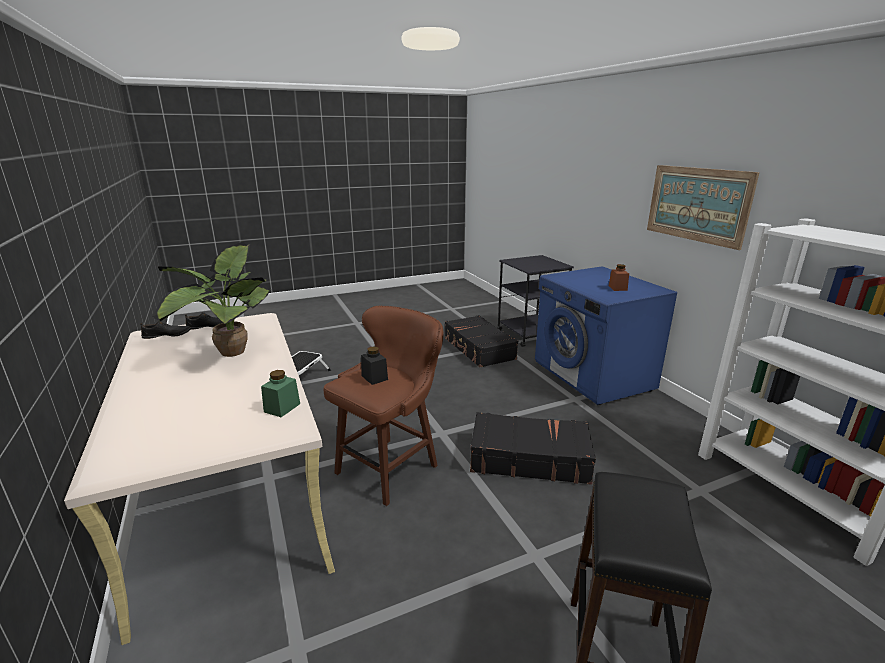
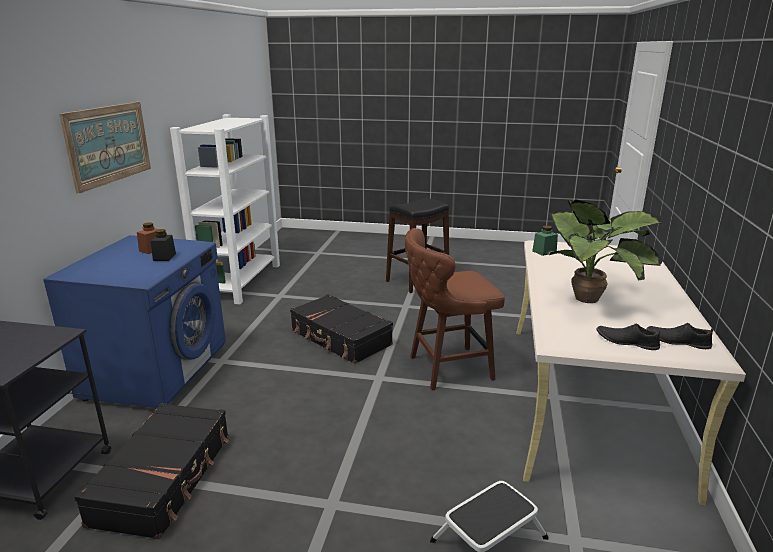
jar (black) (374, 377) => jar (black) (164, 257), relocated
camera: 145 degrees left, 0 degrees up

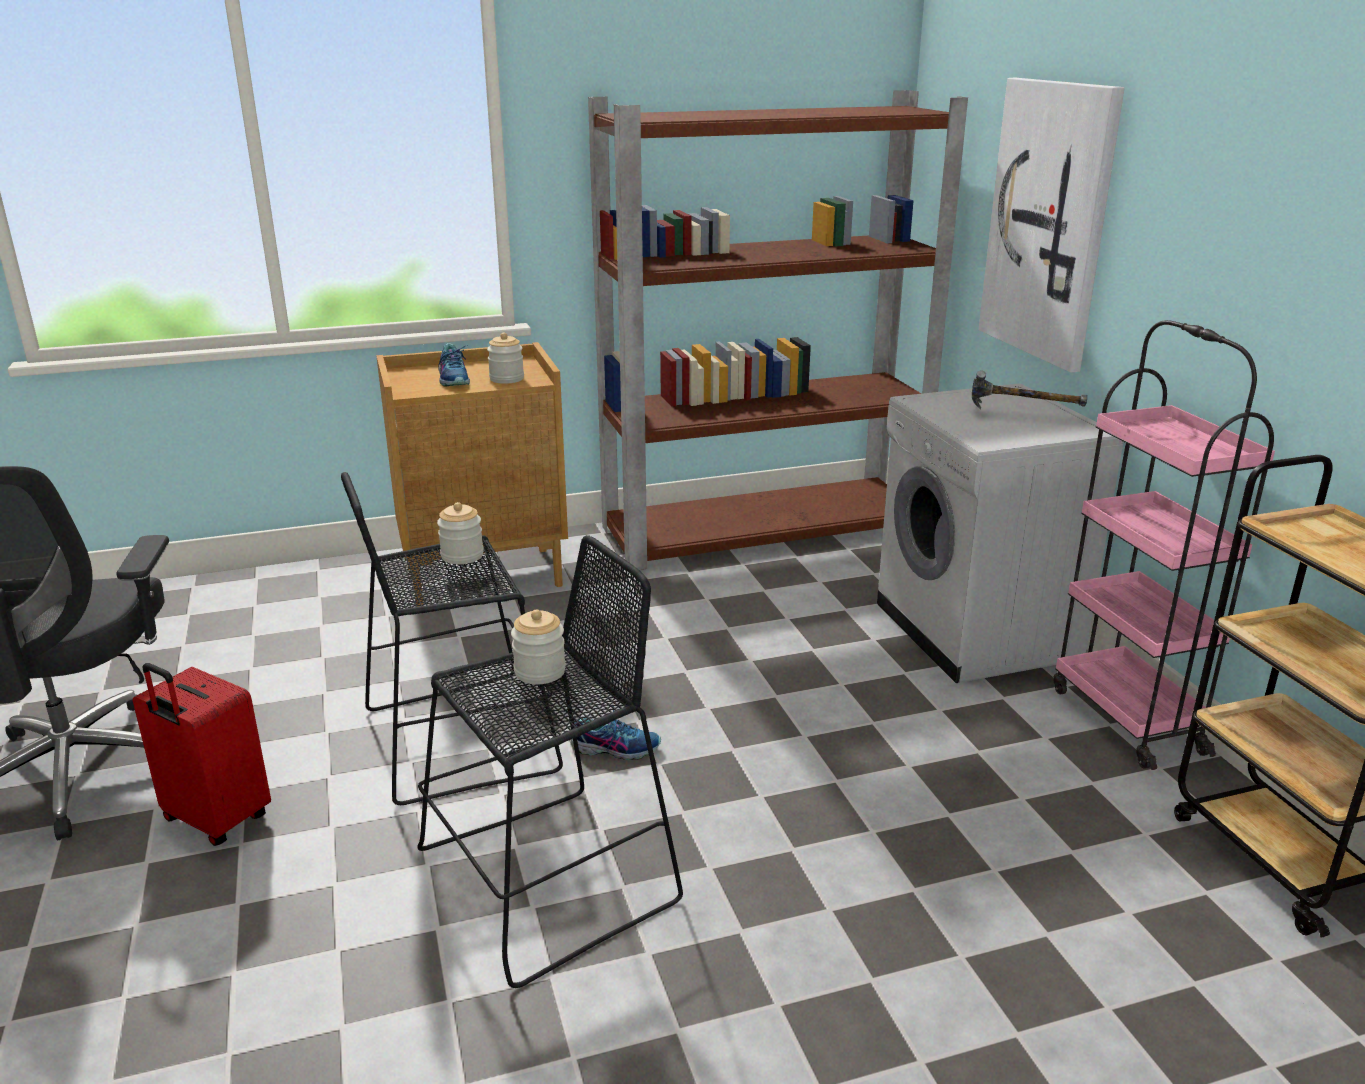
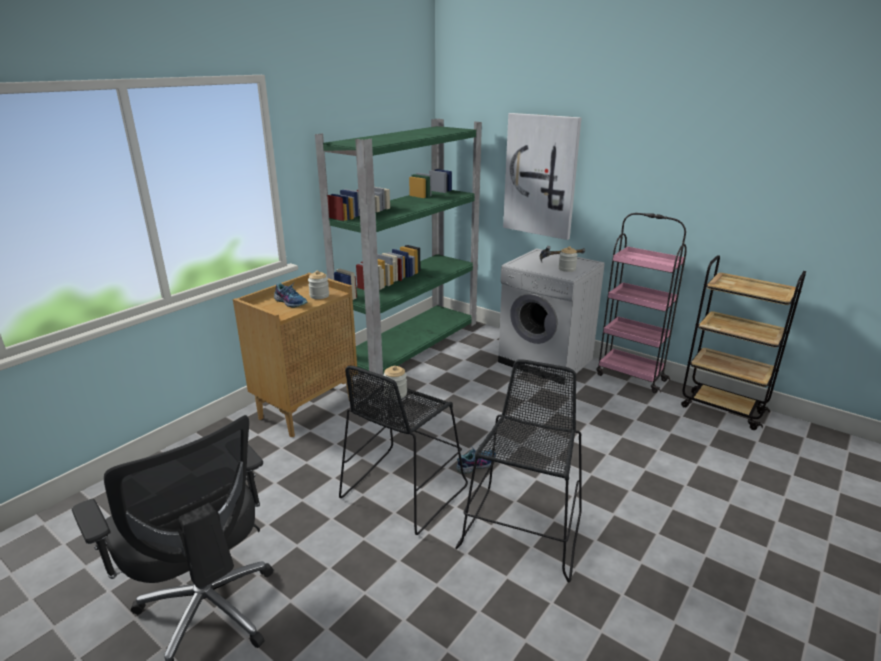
suitcase (red) (215, 820) => nothing
jar (540, 671) => jar (567, 269), relocated
bookcase (brown) (763, 528) => bookcase (green) (410, 342)
camera: 35 degrees left, 0 degrees up

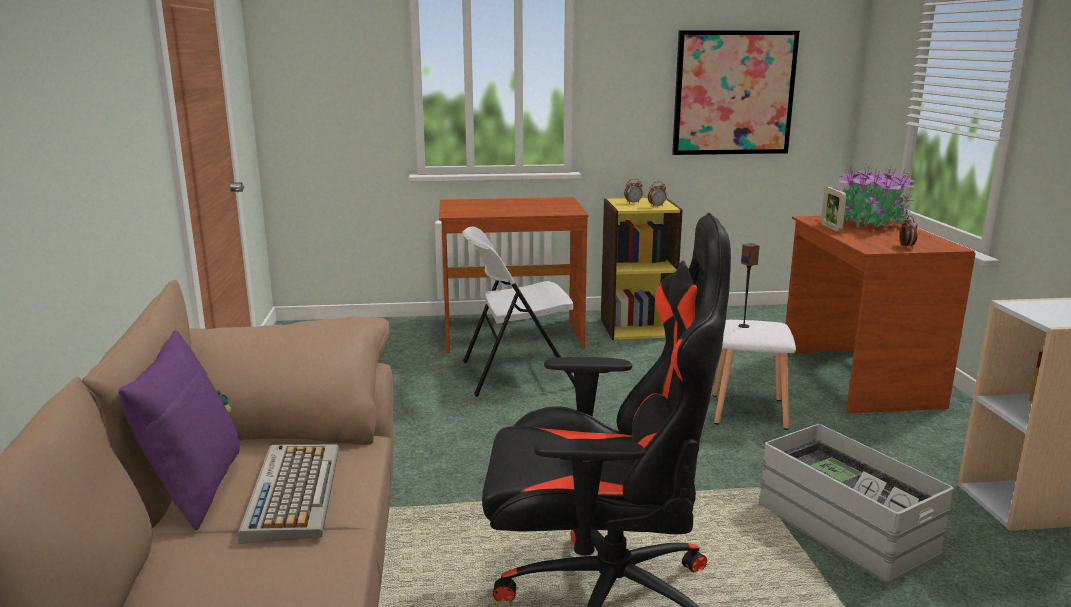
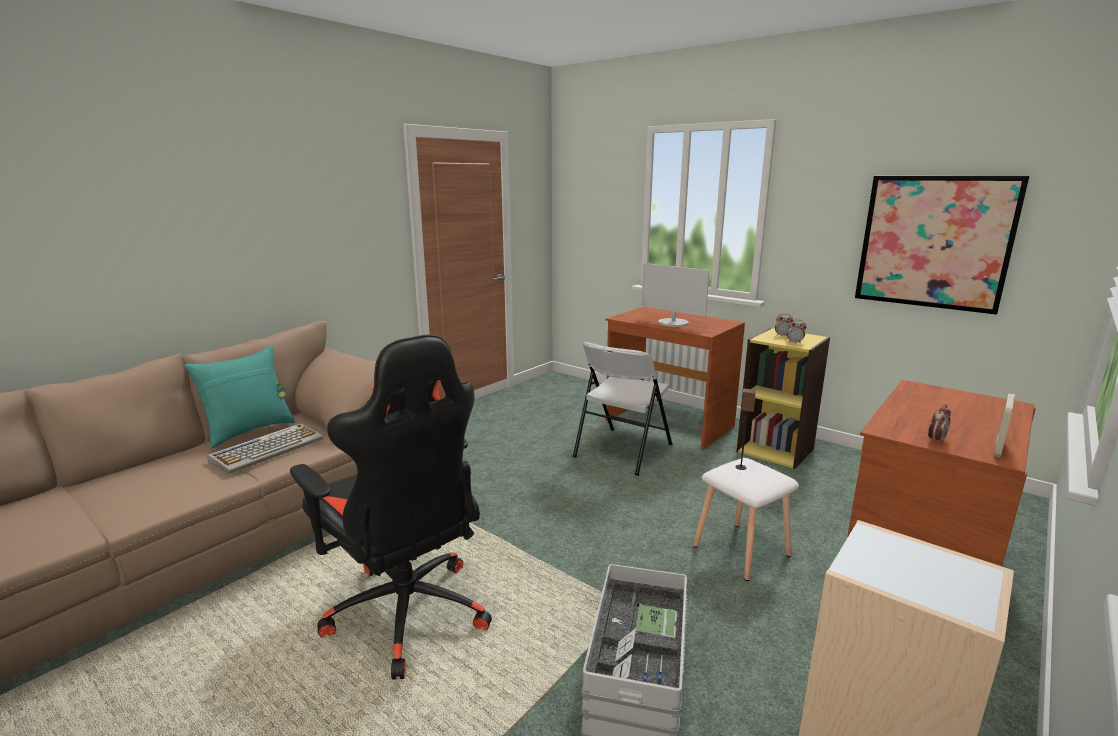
potted plant (867, 223) => nothing
nothing => monitor (673, 323)
picture frame (831, 227) => picture frame (998, 449), relocated
pillow (purple) (196, 490) => pillow (turquoise) (249, 432)
chair (white) (518, 374) => chair (white) (623, 450), 90 degrees counterclockwise
camera: 45 degrees right, 0 degrees up

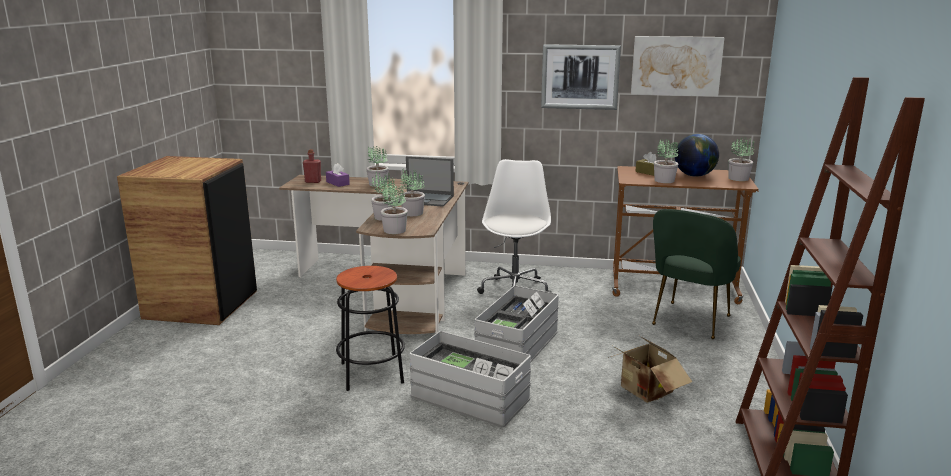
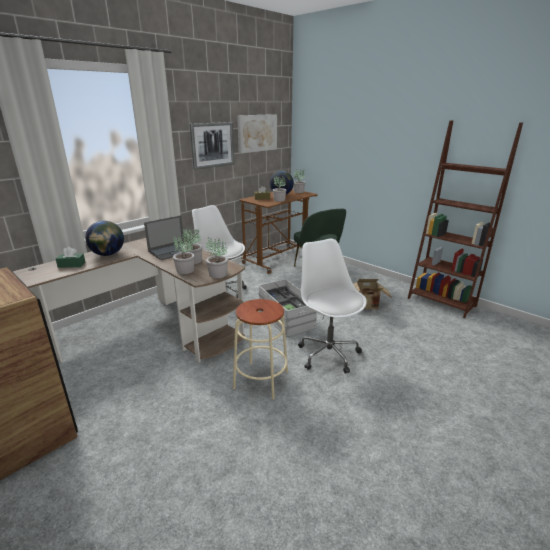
bottle (red) (313, 181) => nothing
potted plant (378, 184) => globe (108, 254)
storage box (grey) (471, 397) => office chair (white) (327, 354)
tissue box (purple) (337, 183) => tissue box (green) (71, 265)
stool (black) (371, 372) => stool (beige) (261, 380)
camera: 55 degrees left, 5 degrees up

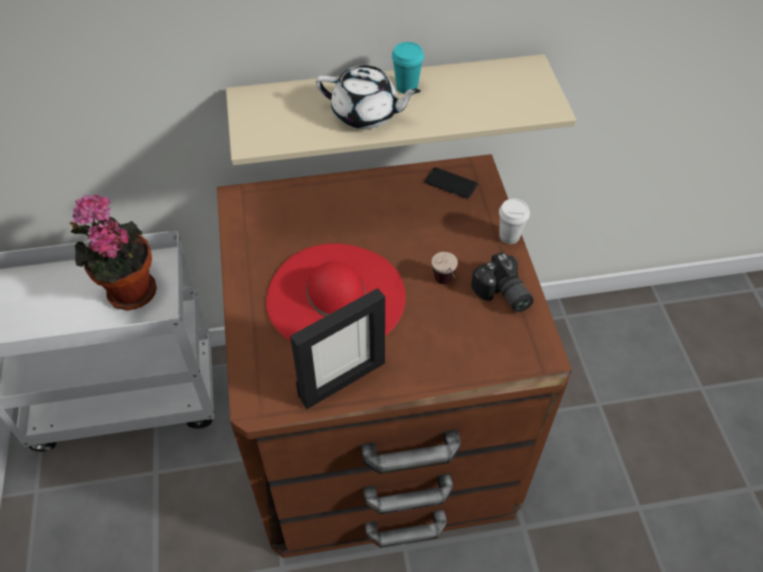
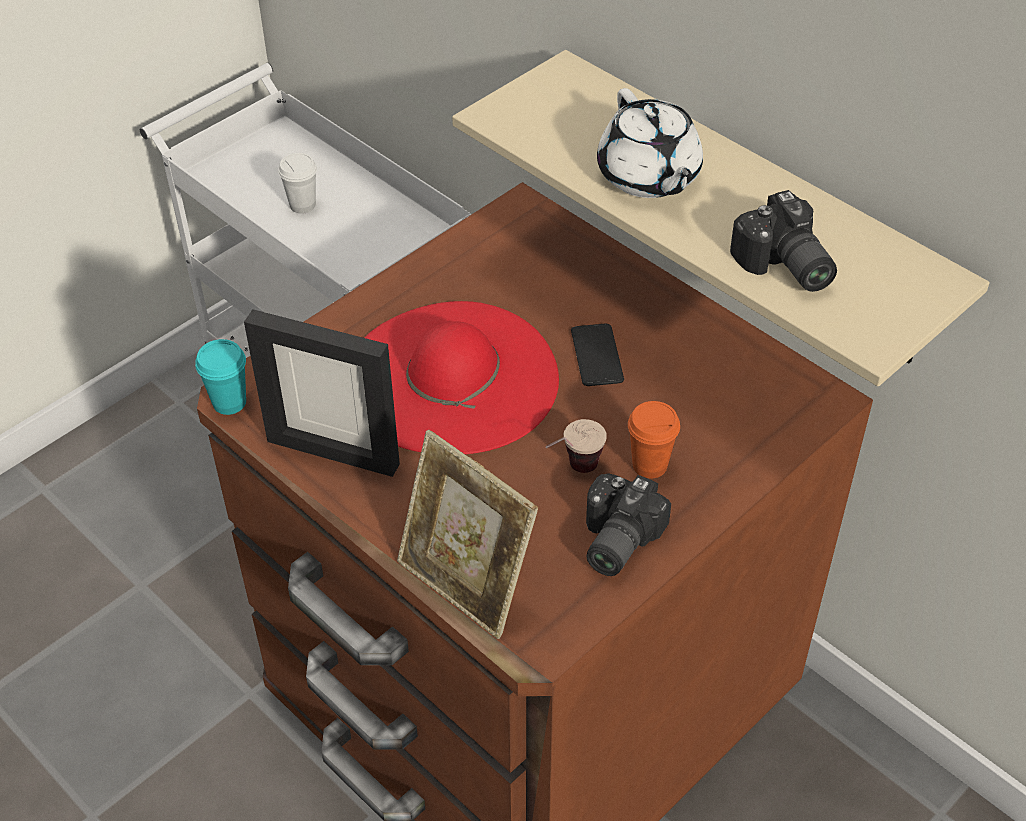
potted plant (128, 290) => nothing
nothing => picture frame (466, 584)
nothing => cup (orange) (650, 465)
nothing => photo camera (783, 267)
cup (turquoise) (406, 87) => cup (turquoise) (229, 402), relocated
phone (451, 183) => phone (597, 356), relocated
cup (white) (509, 236) => cup (white) (302, 205), relocated
camera: 55 degrees right, 5 degrees down

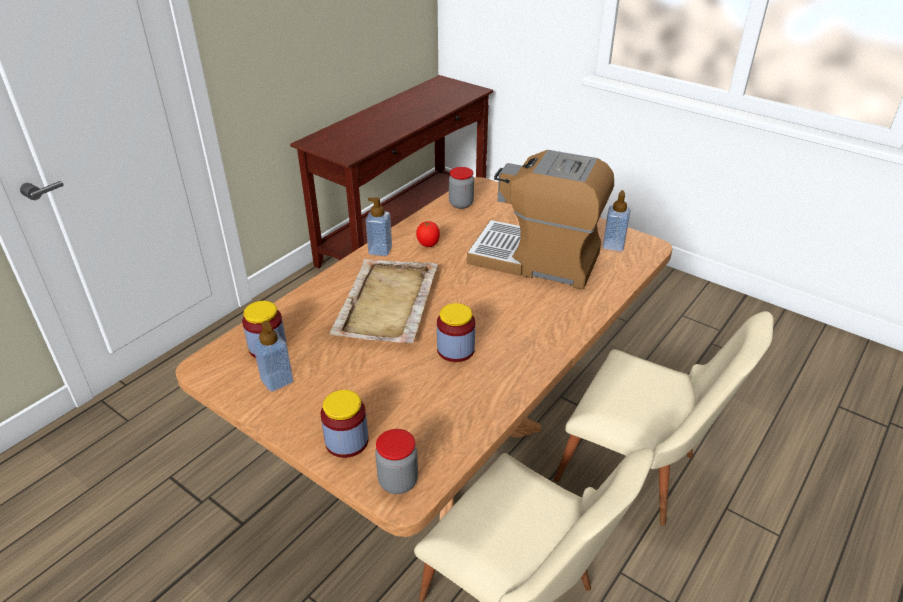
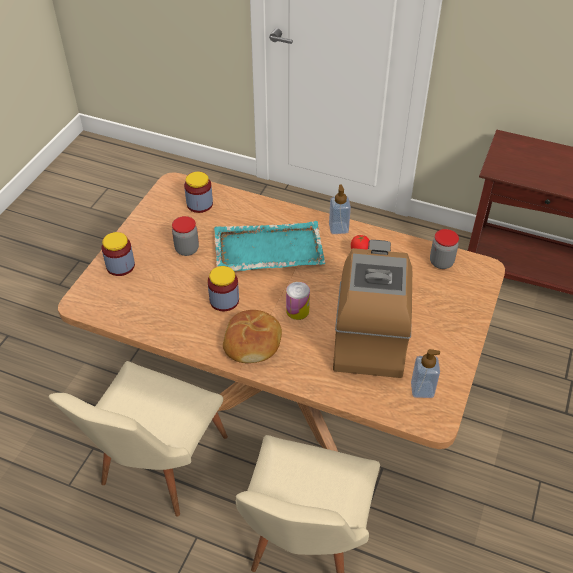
soap dispenser (277, 381) => nothing
nothing => bread (253, 342)
nothing => can (297, 311)
jar (398, 481) => jar (187, 249), relocated
tray (beige) (386, 304) => tray (turquoise) (267, 249)
camera: 75 degrees right, 10 degrees up

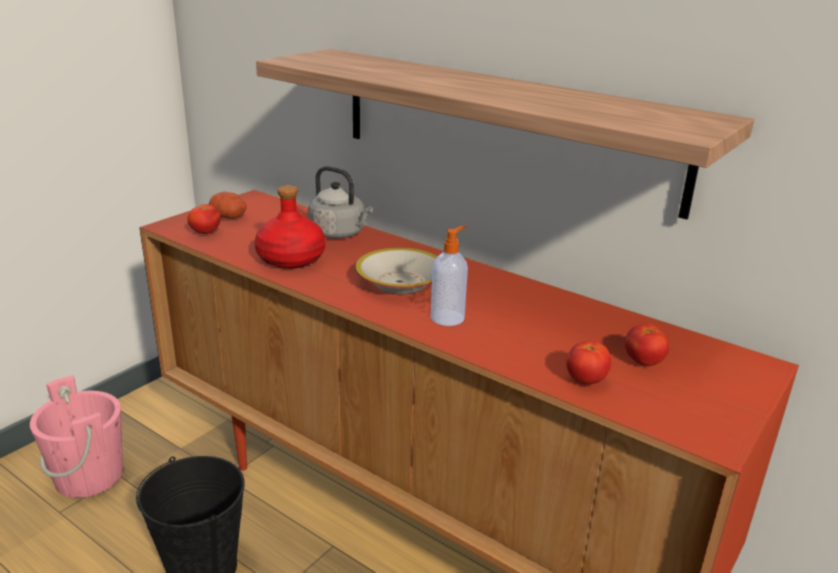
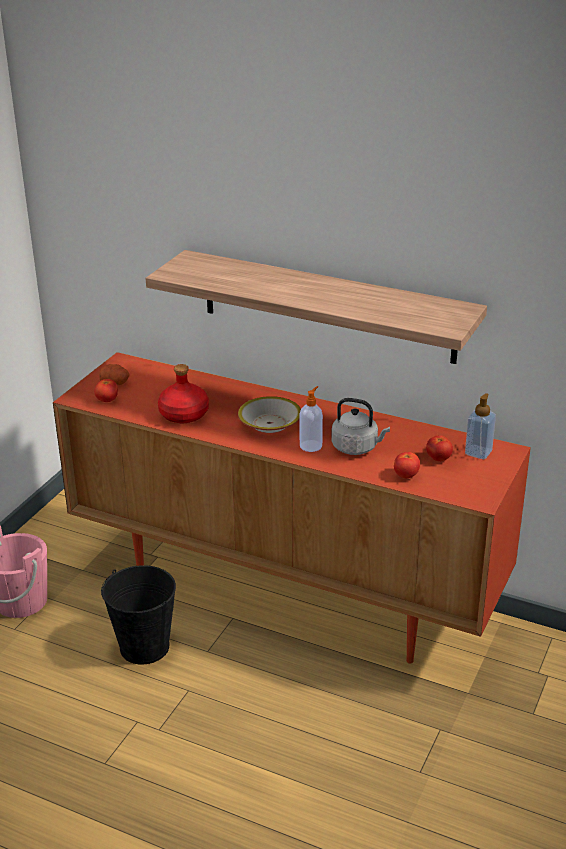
nothing => soap dispenser (478, 452)
kettle (grey) (339, 234) => kettle (grey) (357, 447), relocated
camera: 10 degrees left, 5 degrees up

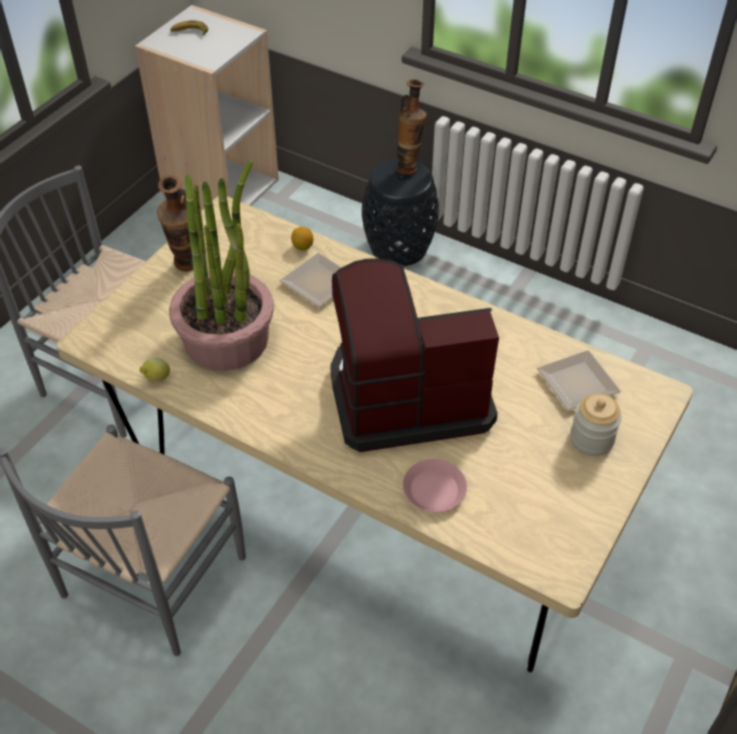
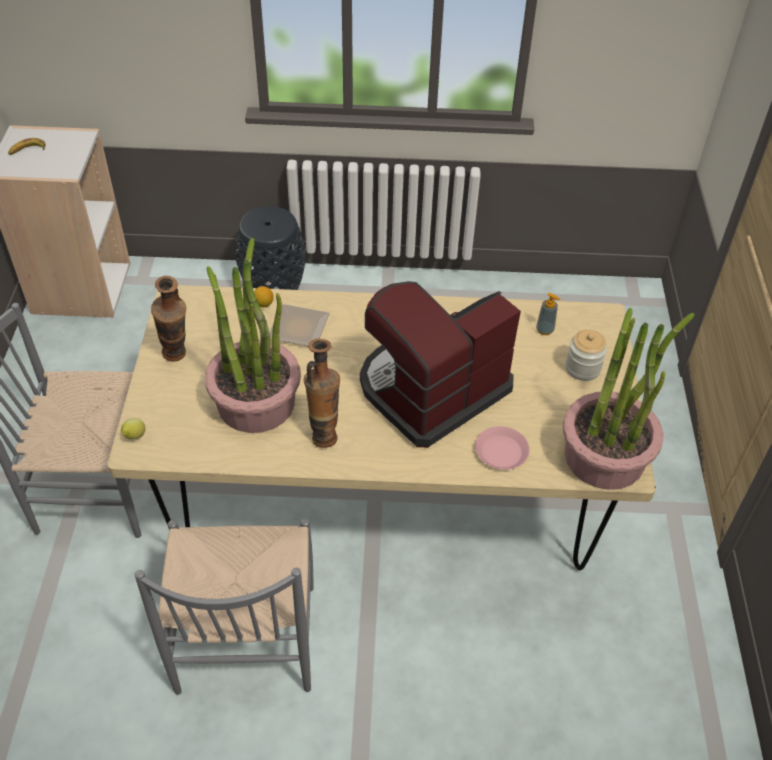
nothing => potted plant (605, 456)
lemon (156, 378) => lemon (134, 437), relocated
vase (409, 167) => vase (324, 433), relocated
plate (578, 381) => soap dispenser (545, 330)
camera: 30 degrees left, 0 degrees up

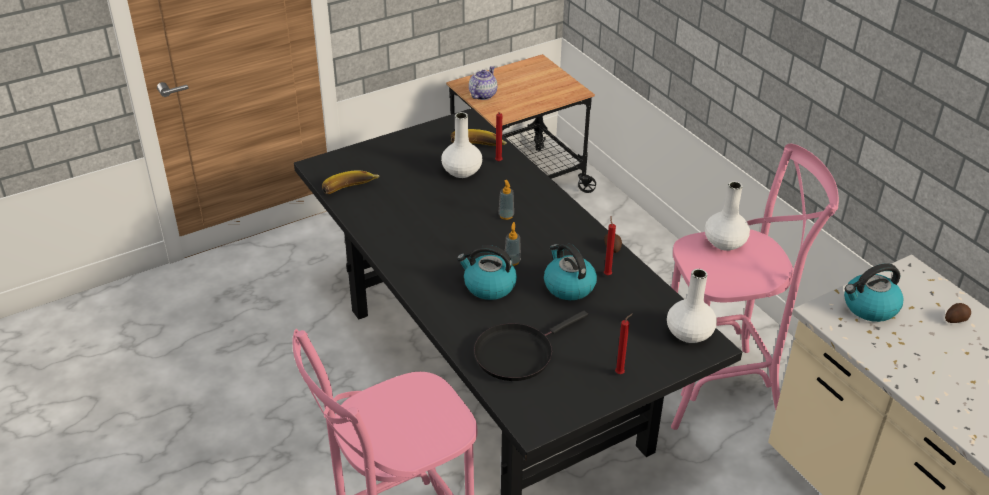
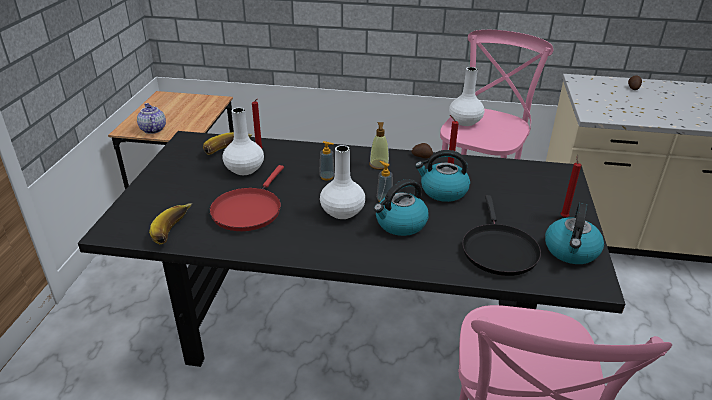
nothing => frying pan (red) (248, 210)
nothing => soap dispenser (379, 165)
vase (white) (689, 333) => vase (white) (342, 212), relocated
kettle (869, 307) => kettle (571, 251), relocated
camera: 50 degrees left, 5 degrees down

